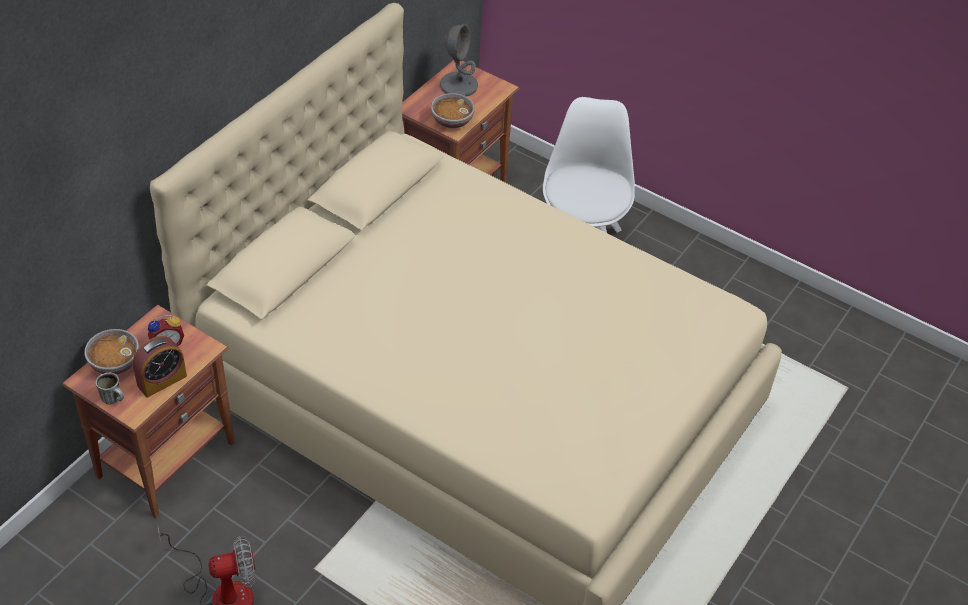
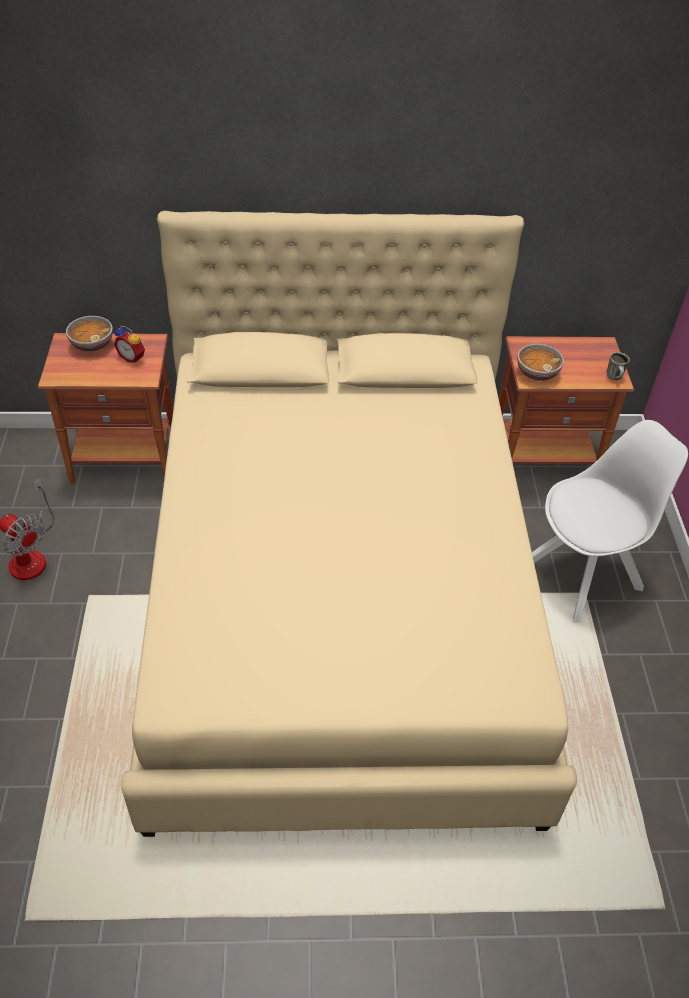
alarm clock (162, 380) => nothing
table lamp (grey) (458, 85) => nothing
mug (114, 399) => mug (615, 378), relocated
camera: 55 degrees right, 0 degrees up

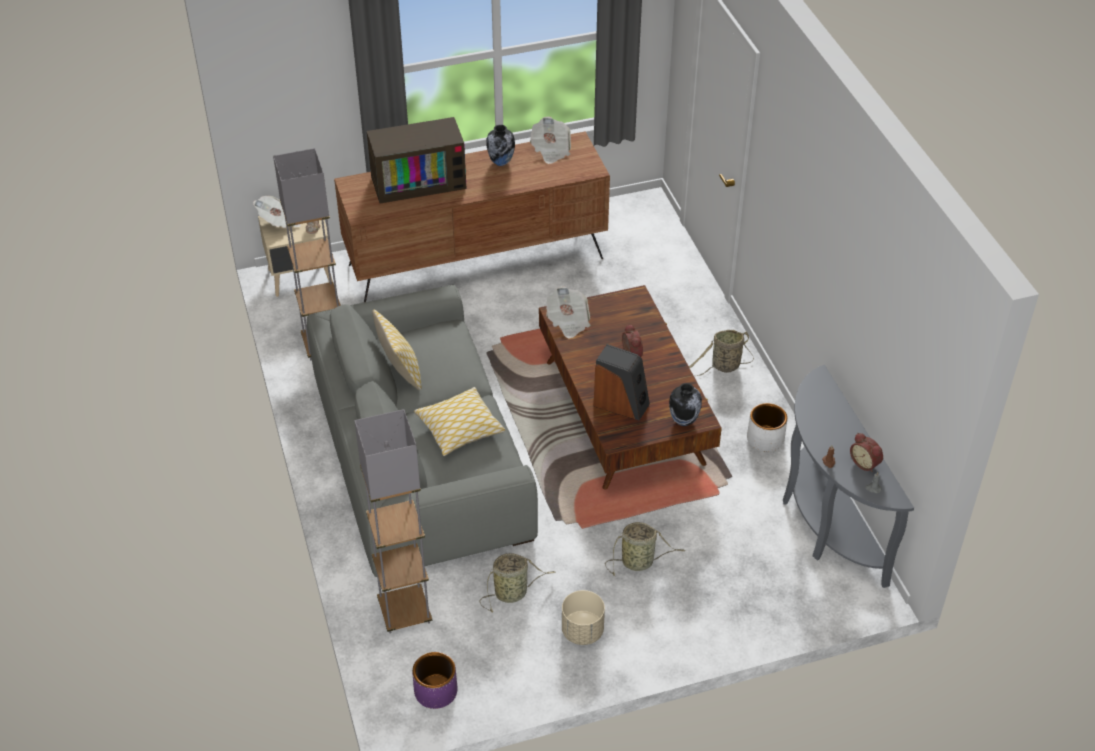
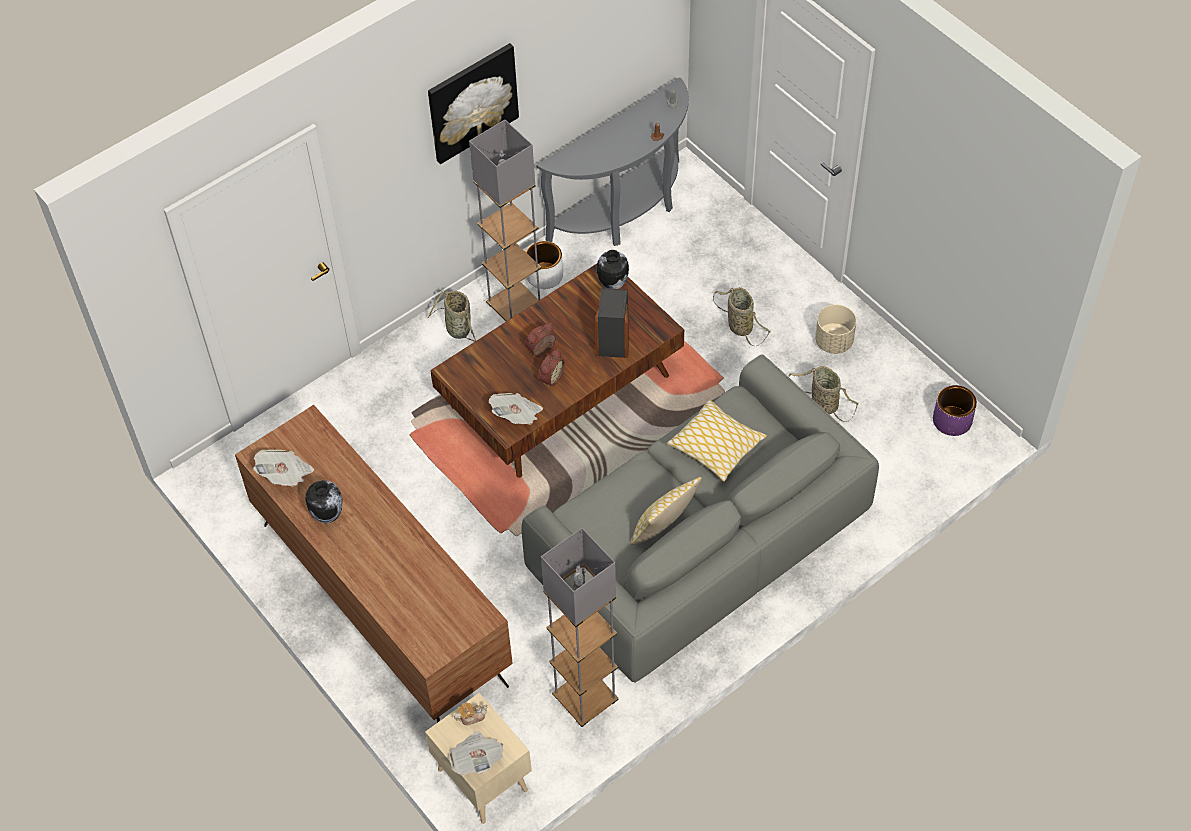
television (419, 180) => nothing
nothing => picture (472, 102)
floor lamp (grey) (405, 612) => floor lamp (grey) (515, 308), relocated
alarm clock (865, 463) => alarm clock (550, 377), relocated
camera: 110 degrees left, 10 degrees up

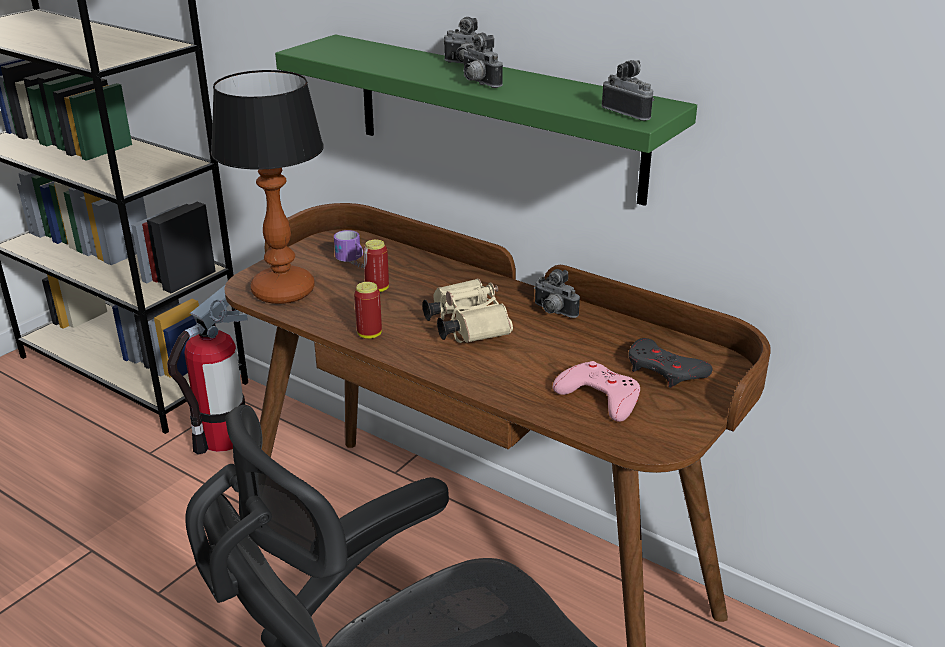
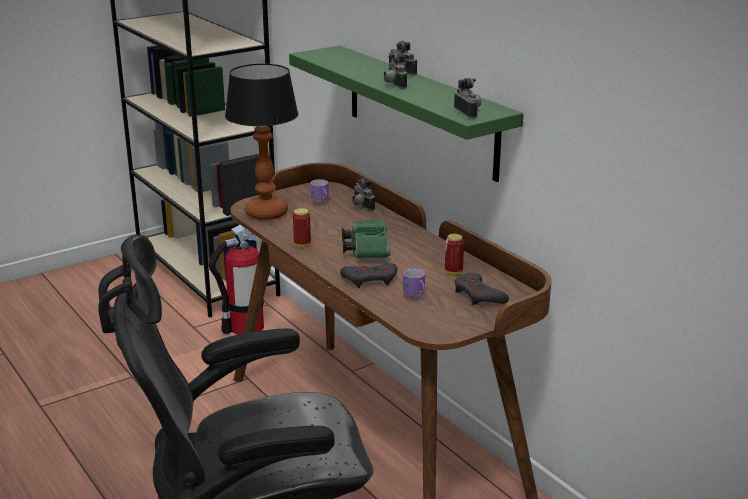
nothing => game controller (grey) (370, 279)
can (377, 289) => can (453, 272), relocated
photo camera (553, 312) => photo camera (361, 206), relocated
game controller (pink) (599, 397) => mug (420, 302)
binoculars (beige) (465, 326) => binoculars (green) (367, 250)
camera: 20 degrees right, 5 degrees down

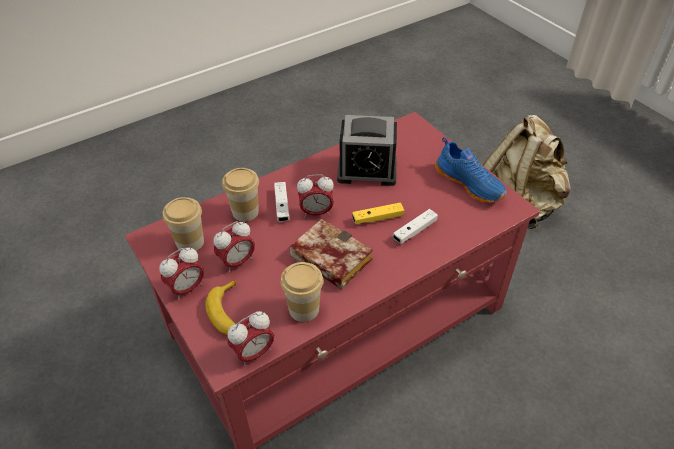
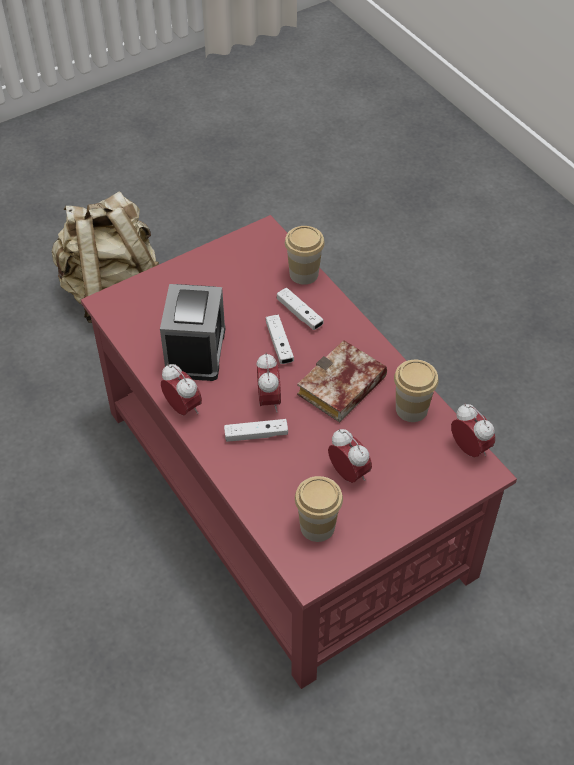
banana (228, 314) => nothing
shoe (blue) (470, 183) => nothing
alarm clock (187, 288) => alarm clock (183, 408), relocated
cup (245, 212) => cup (304, 274), relocated
game controller (yellow) (377, 218) => game controller (white) (279, 344)
camera: 90 degrees left, 5 degrees up

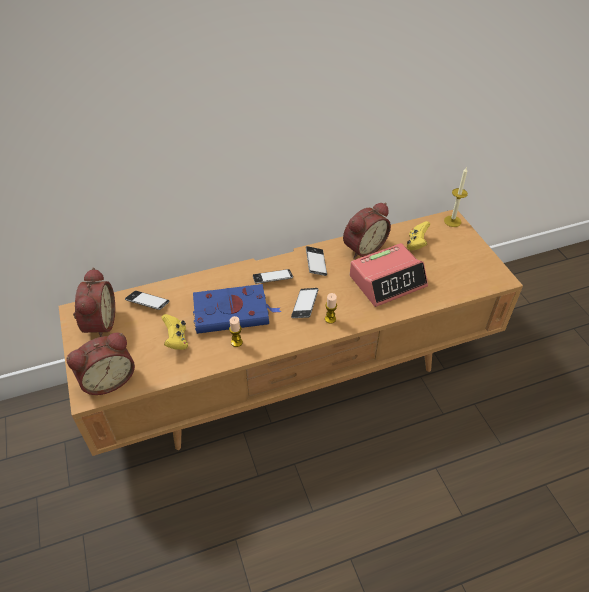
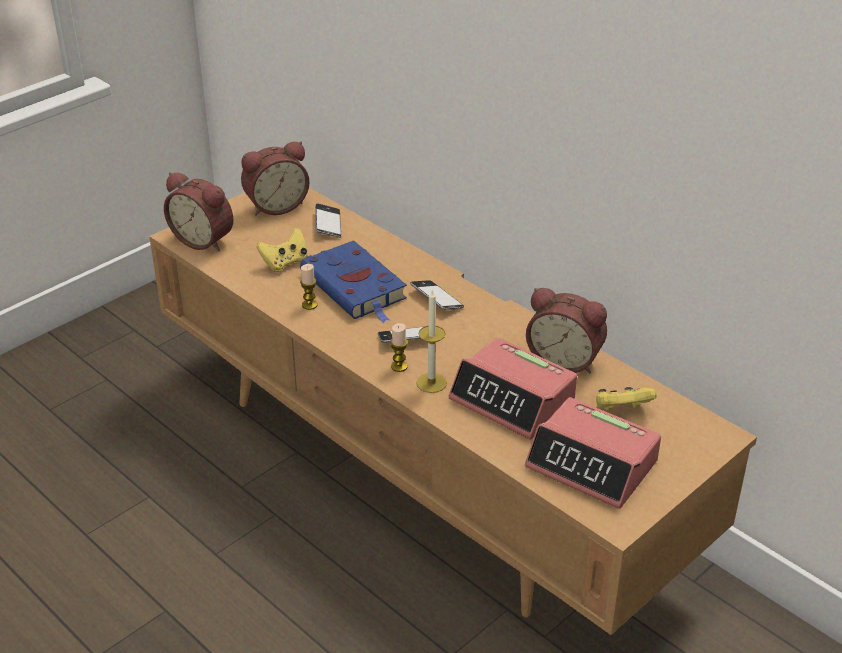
phone (316, 263) => nothing
nothing => alarm clock (592, 464)
candle (452, 221) => candle (431, 383), relocated
camera: 65 degrees right, 10 degrees down

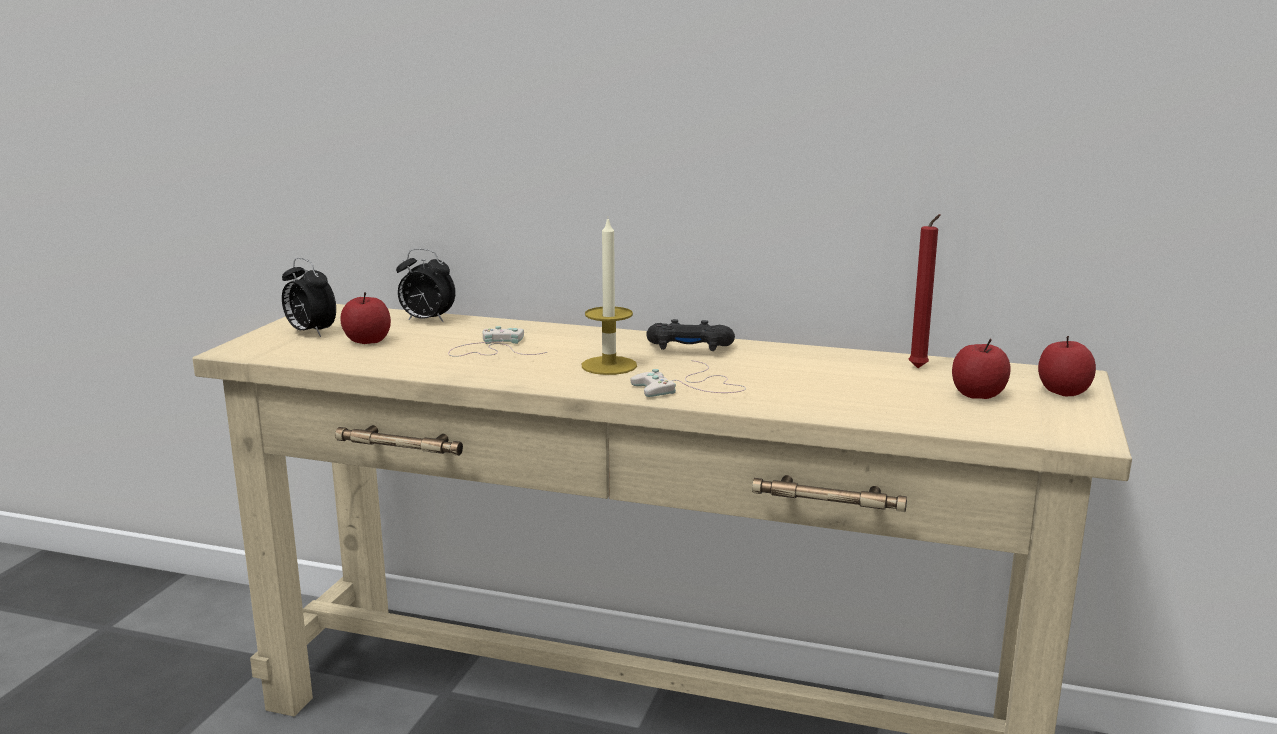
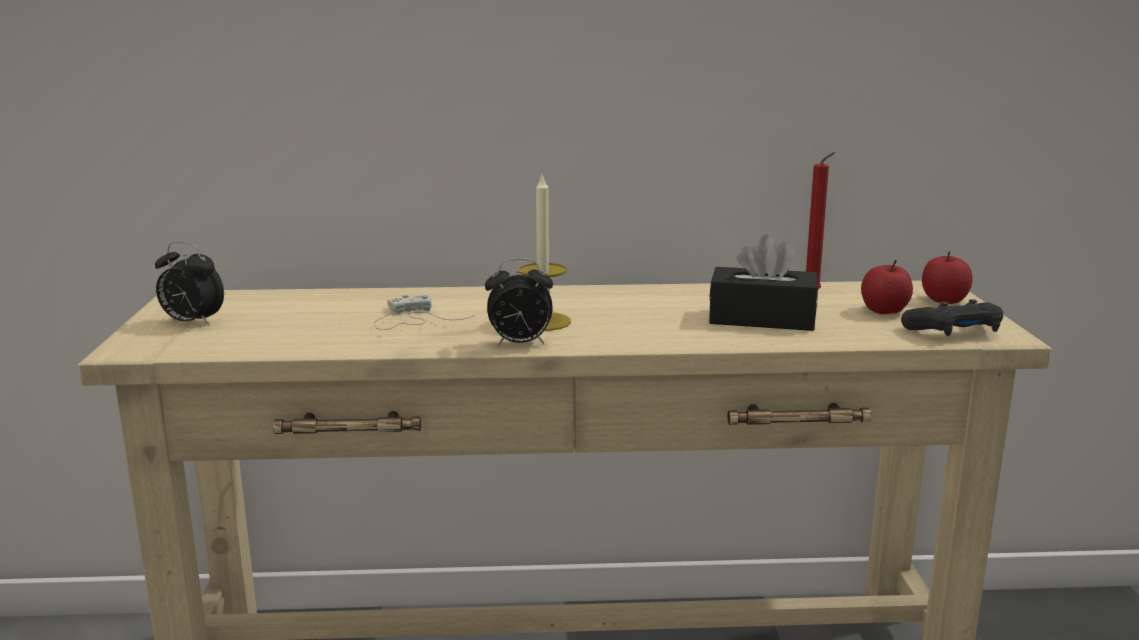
apple (367, 341) => nothing
game controller (white) (691, 387) => nothing
nothing => tissue box (black) (762, 319)
alarm clock (426, 321) => alarm clock (519, 344), relocated
game controller (black) (689, 349) => game controller (black) (954, 332), relocated
camera: 20 degrees left, 0 degrees up

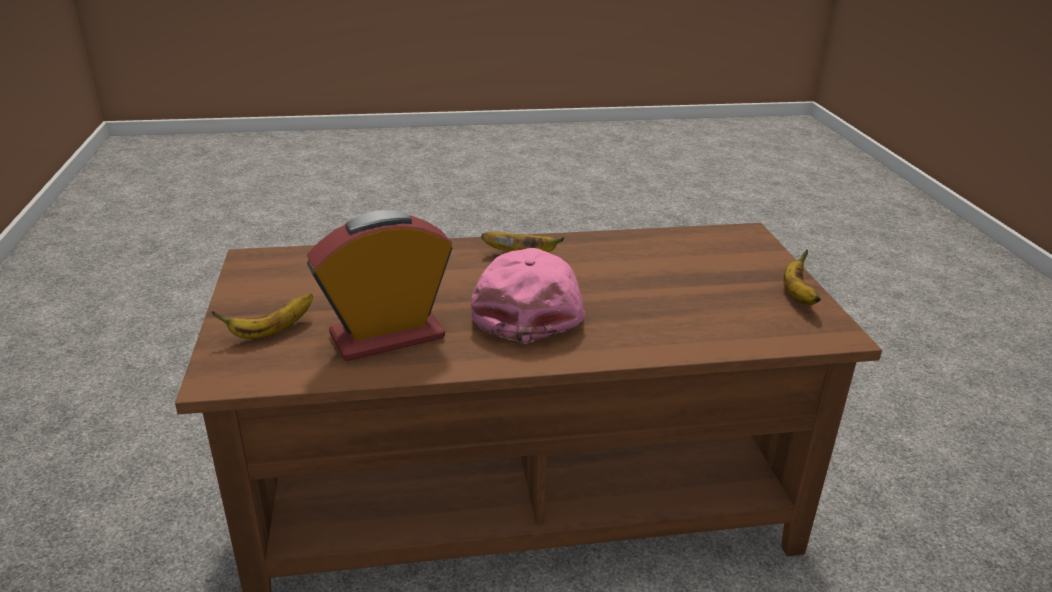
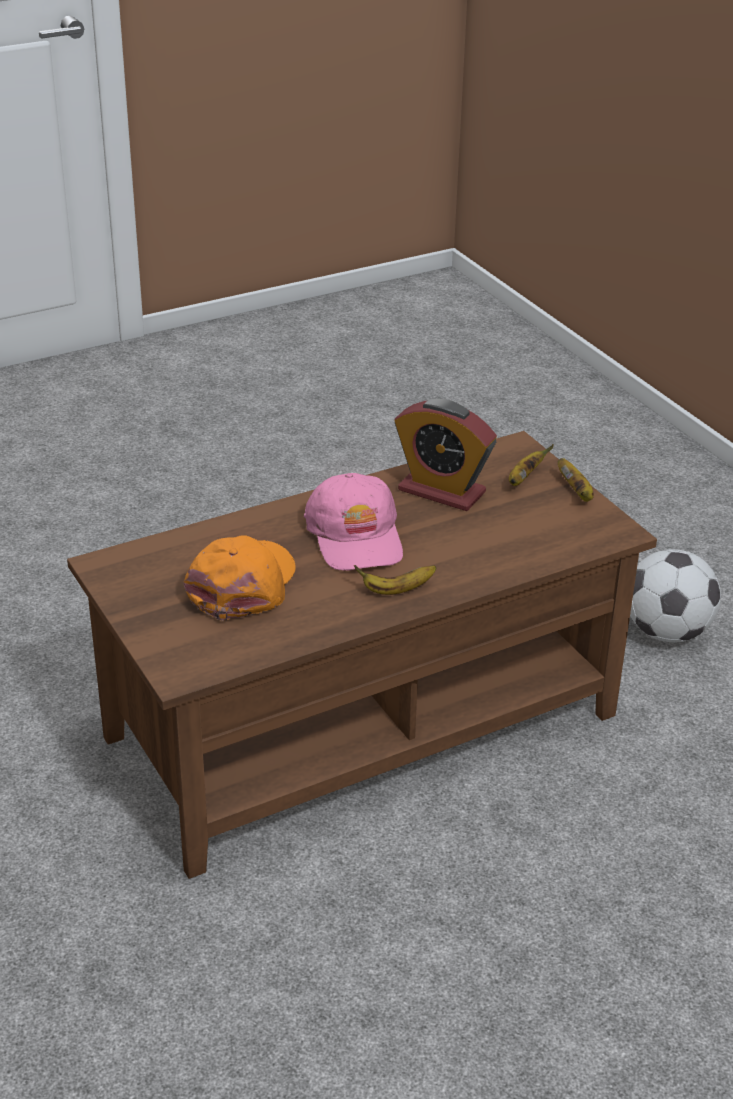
nothing => cap (orange) (243, 585)
nothing => football (666, 632)
banana (797, 295) => banana (576, 492), relocated
alarm clock (387, 336) => alarm clock (441, 491), 75 degrees clockwise
camera: 160 degrees right, 5 degrees up

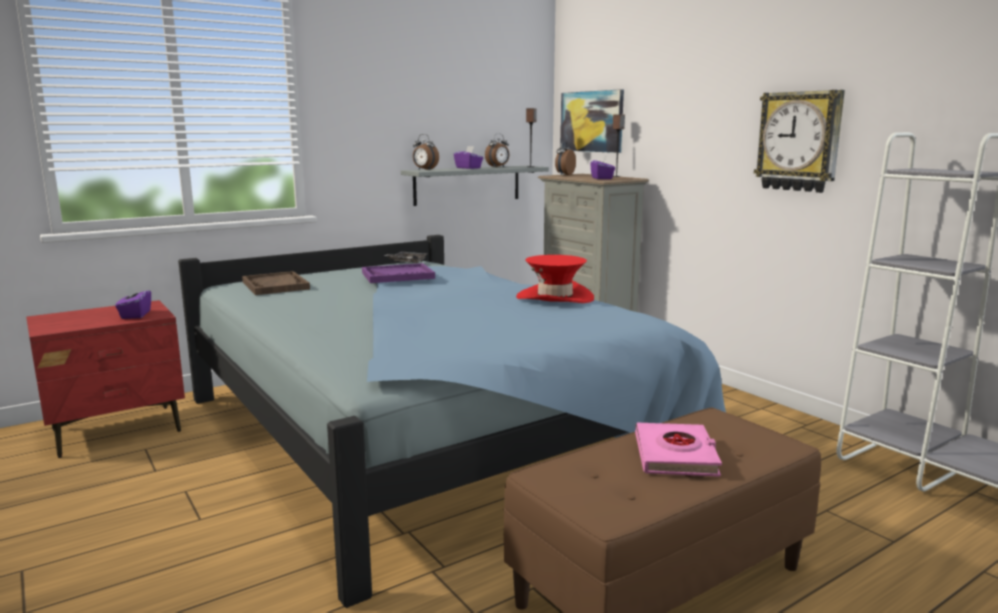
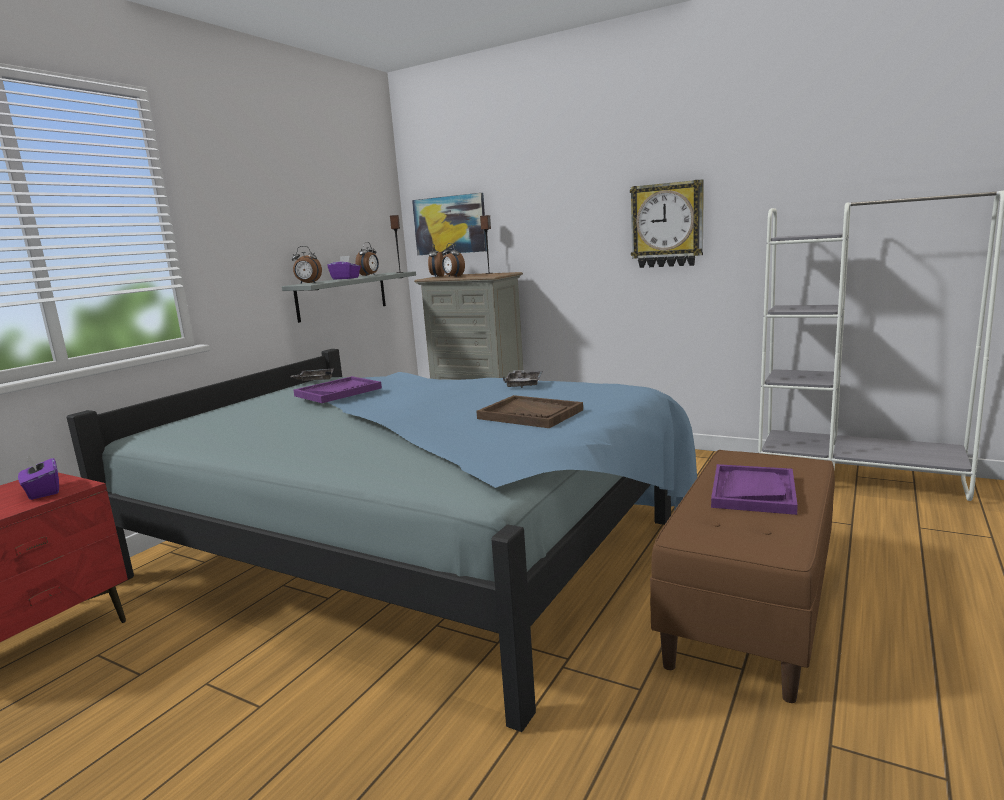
tissue box (purple) (602, 178) => nothing
nothing => alarm clock (453, 276)
tray (brown) (276, 285) => tray (brown) (530, 414), relocated
hat (red) (555, 297) => tray (grey) (524, 384)
book (pink) (676, 456) => tray (purple) (753, 491)
camera: 25 degrees left, 0 degrees up

